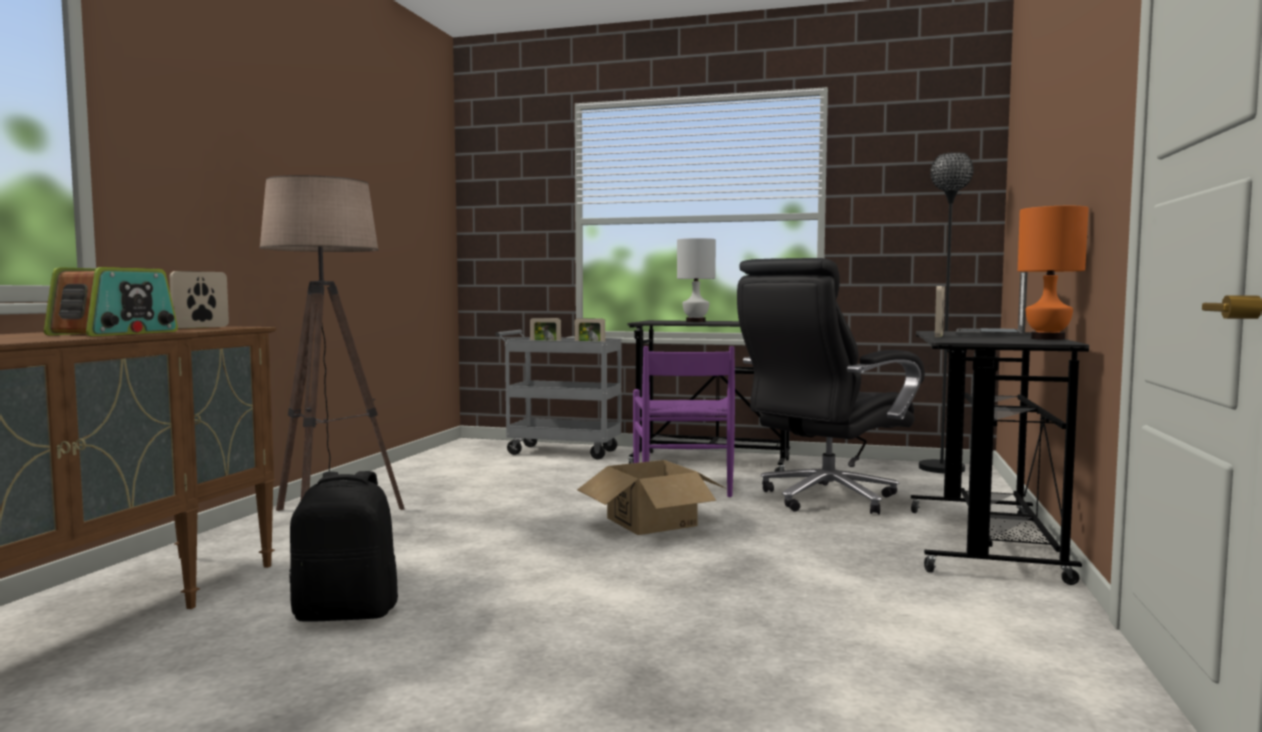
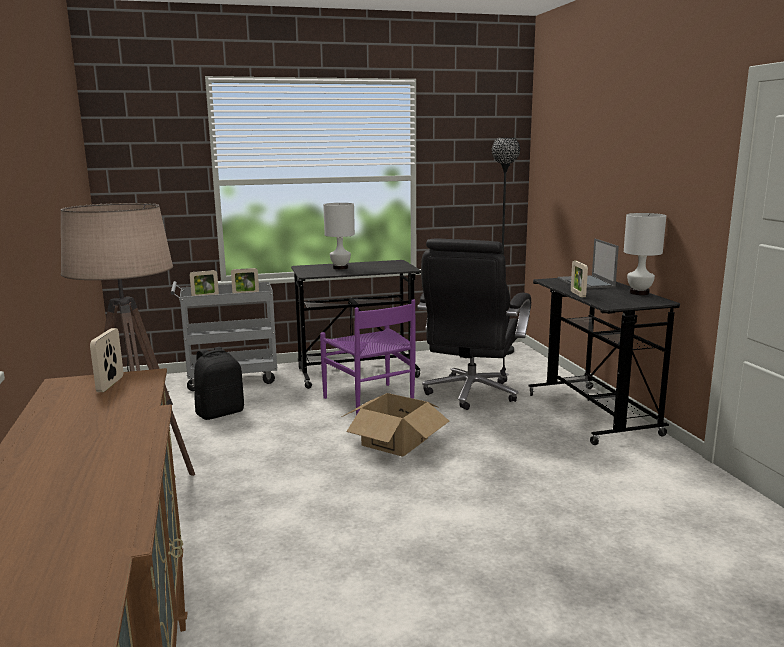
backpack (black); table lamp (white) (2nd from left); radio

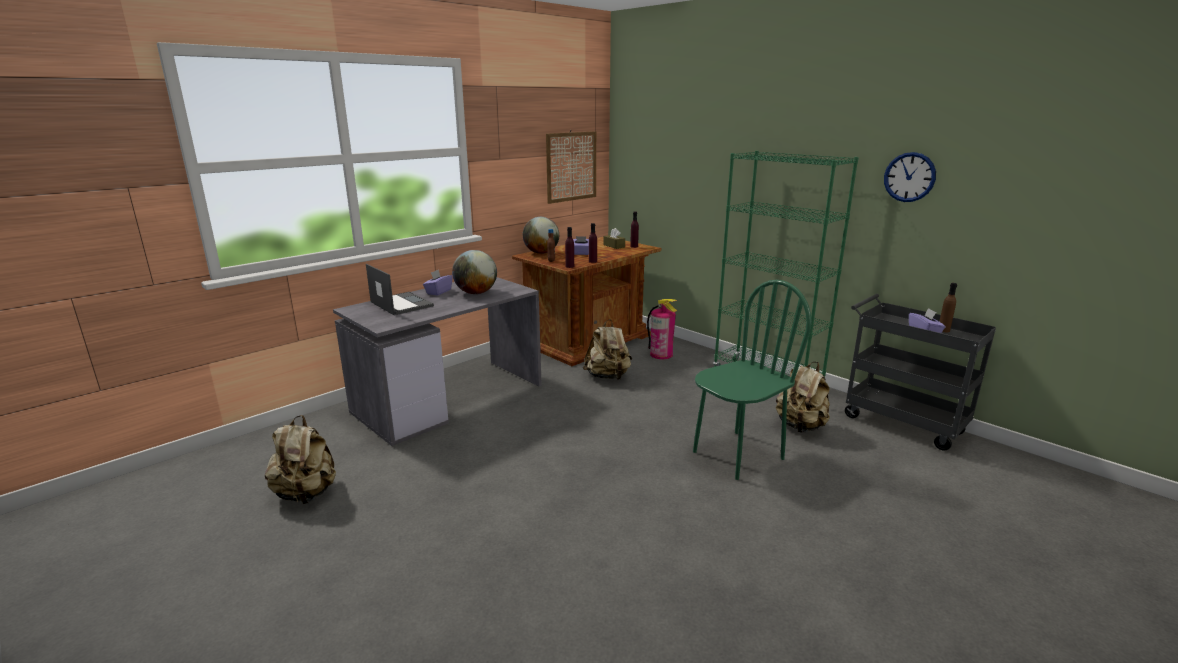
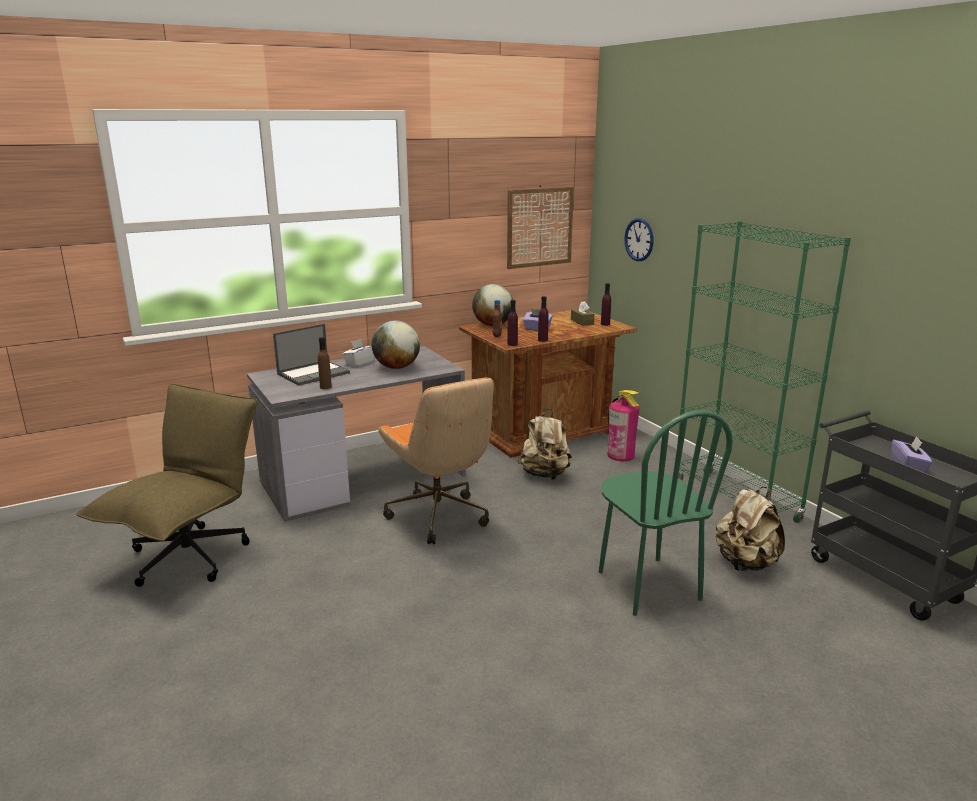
office chair (beige); laptop; bottle (brown) (1st from left); tissue box (white); office chair (orange); chair (green); wall clock

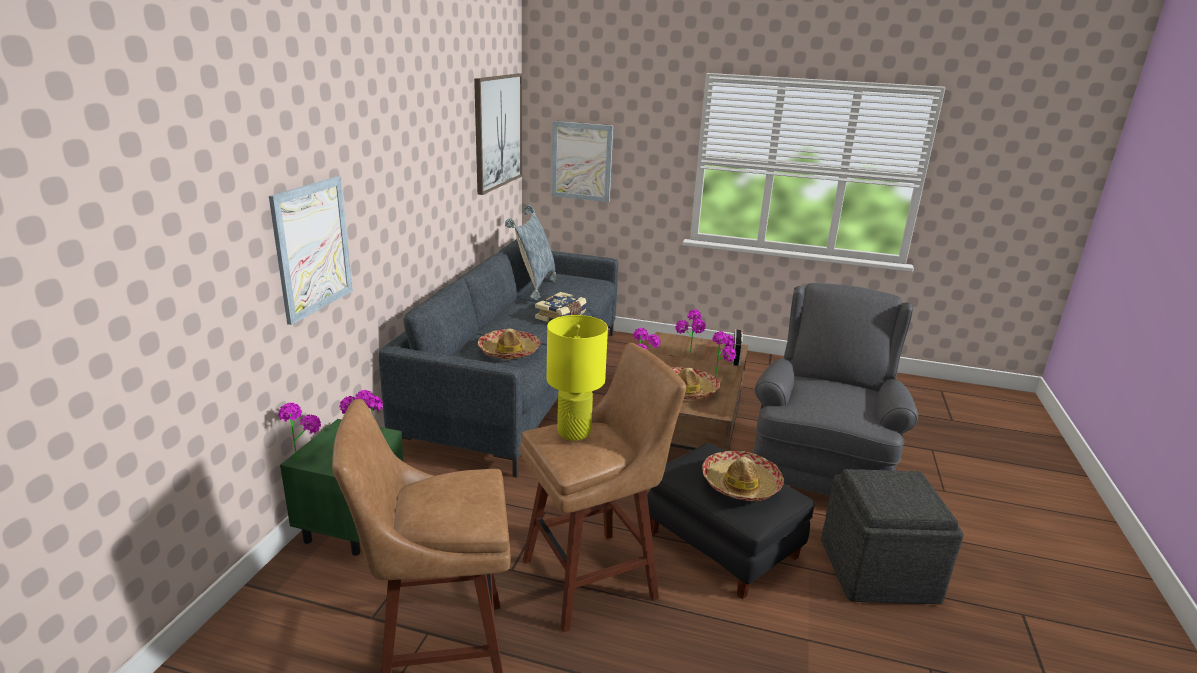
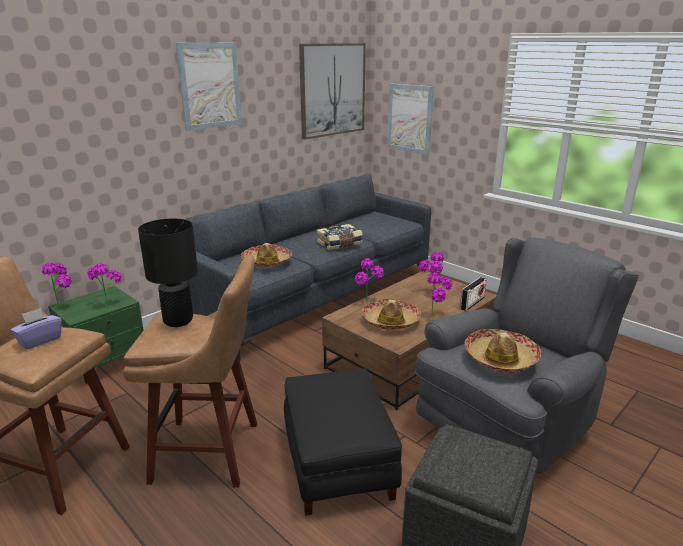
tissue box (purple); table lamp (black); picture (1st from left); hat (3rd from left); pillow

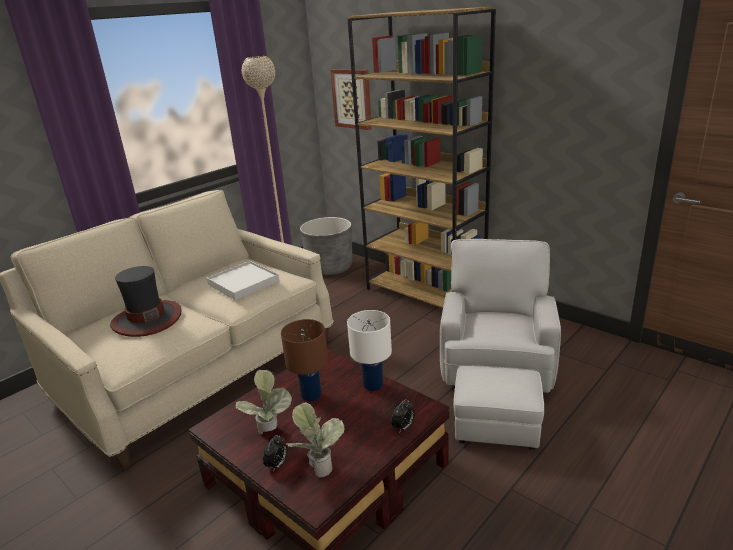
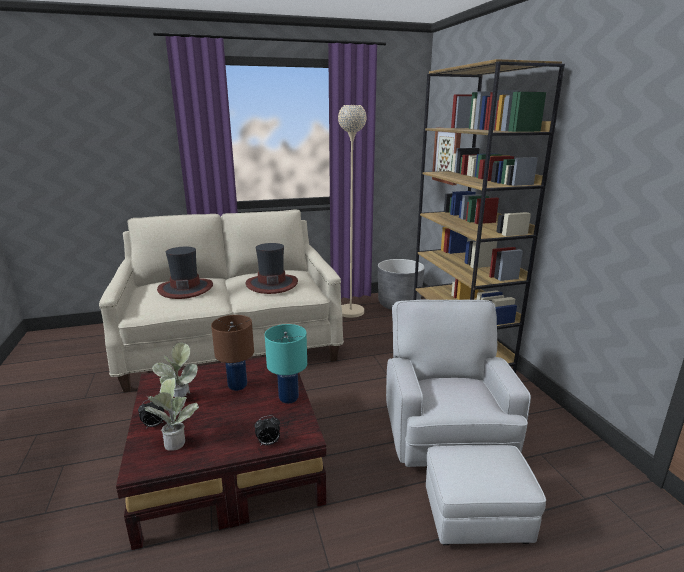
hat (2nd from left); table lamp (turquoise); armchair (white)

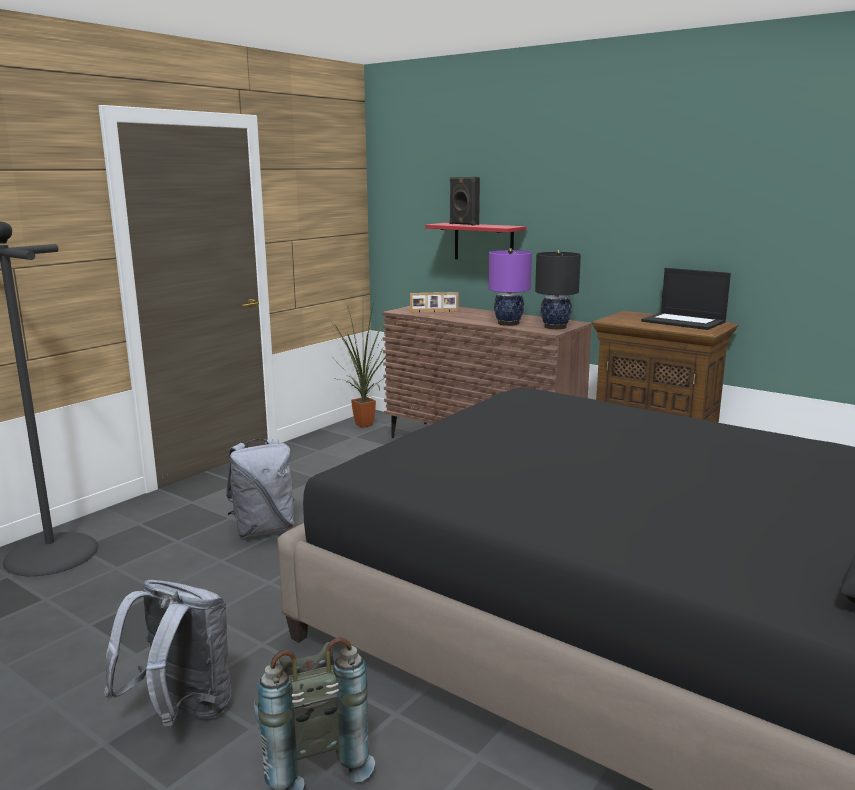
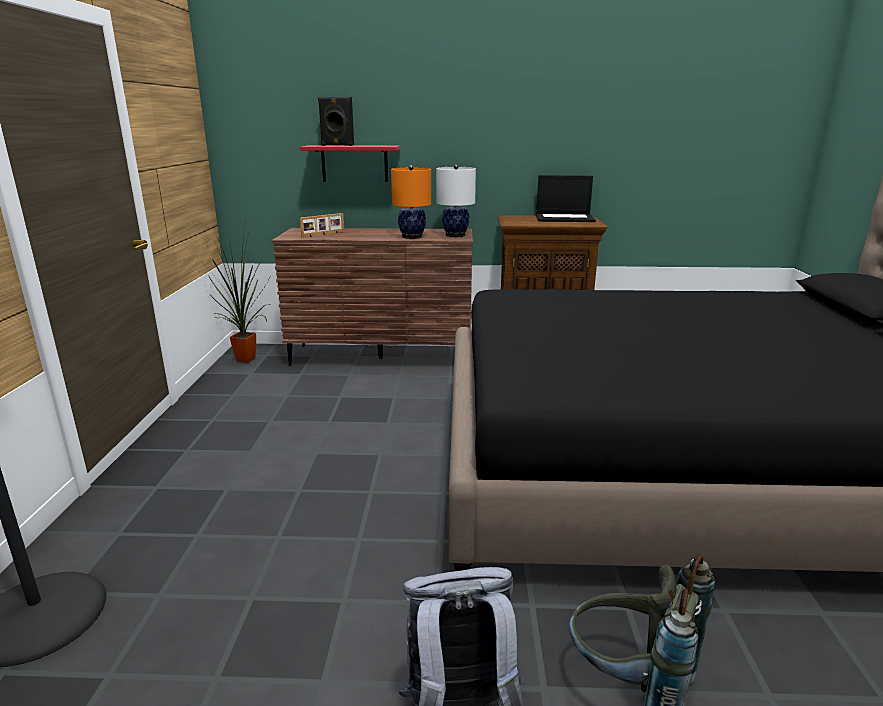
table lamp (orange); table lamp (white); backpack (grey) (2nd from left in the first image)

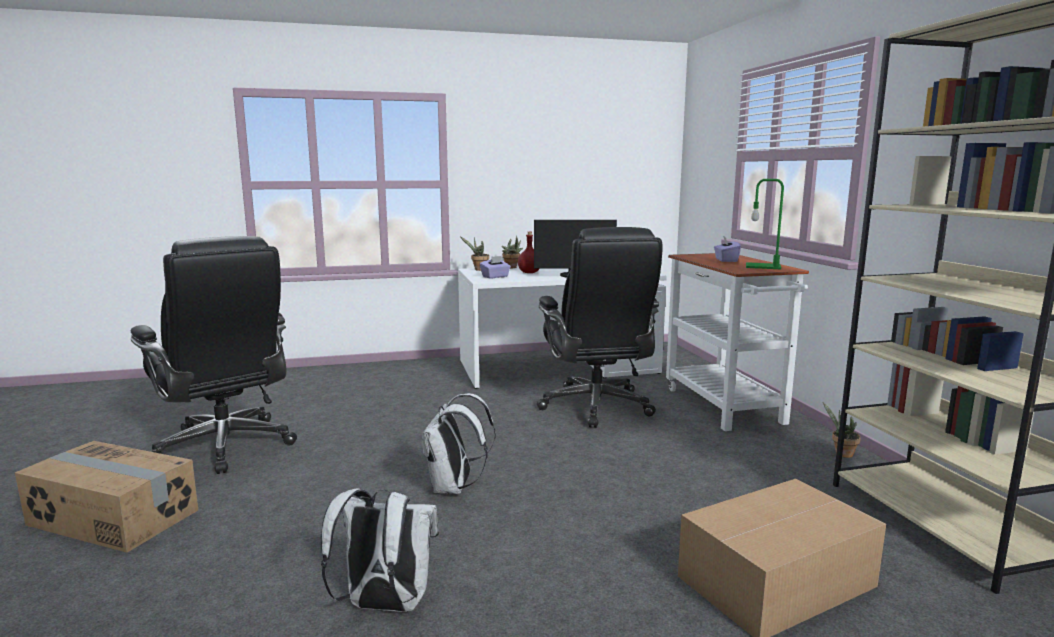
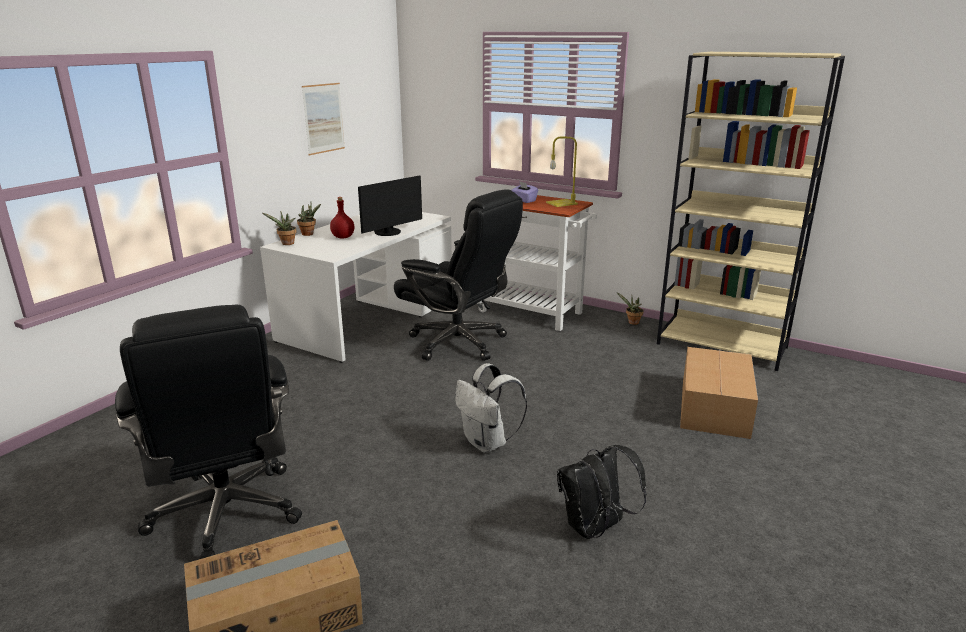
office chair (black) (1st from left); picture; table lamp (yellow); backpack (black); tissue box (purple) (1st from left in the first image)

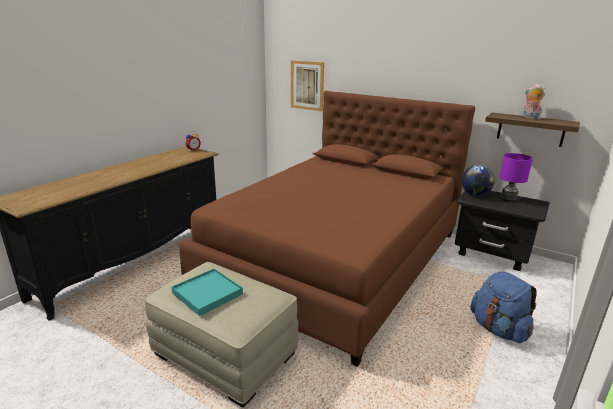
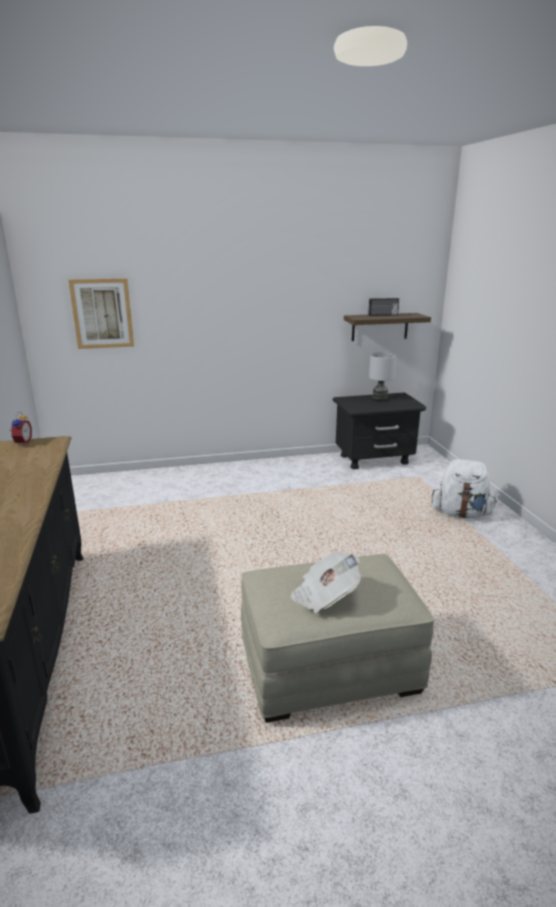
newspaper; radio; table lamp (grey); backpack (white); bed (brown); globe

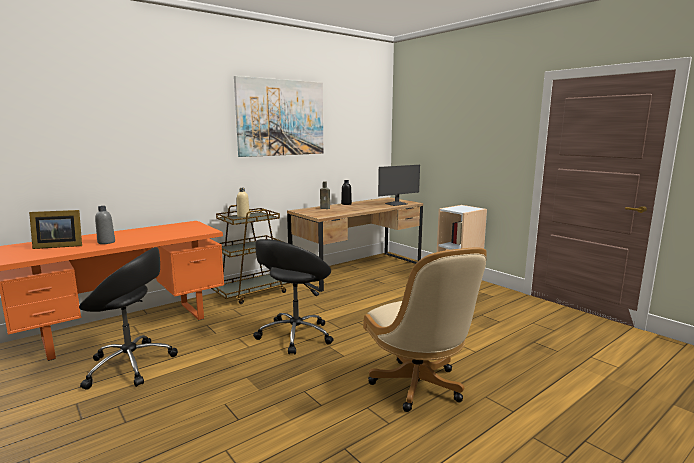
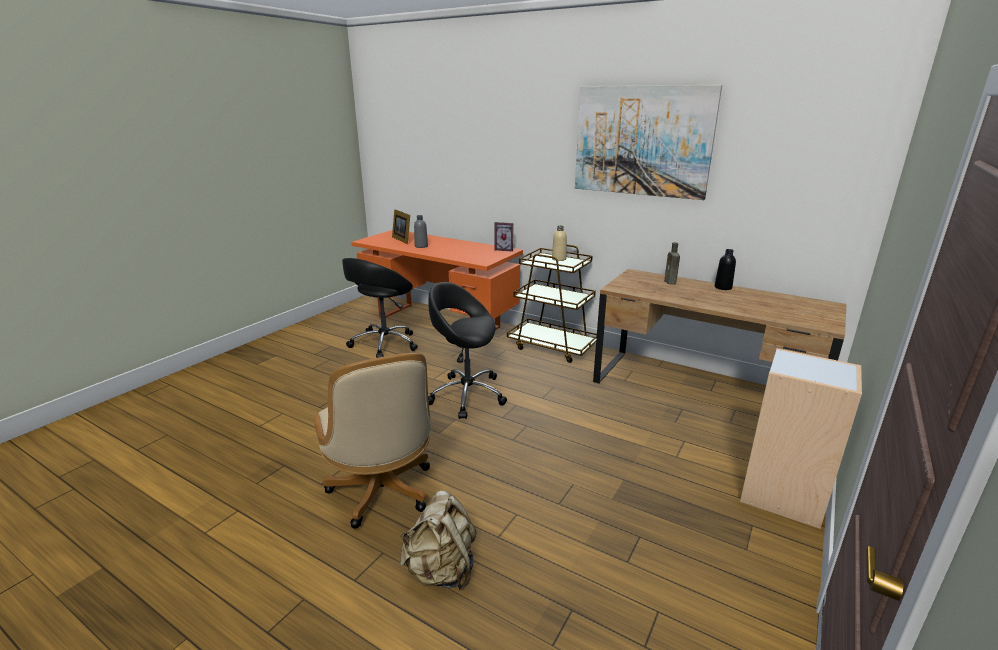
office chair (beige); office chair (black) (1st from left); backpack (beige); picture frame (2nd from left); monitor

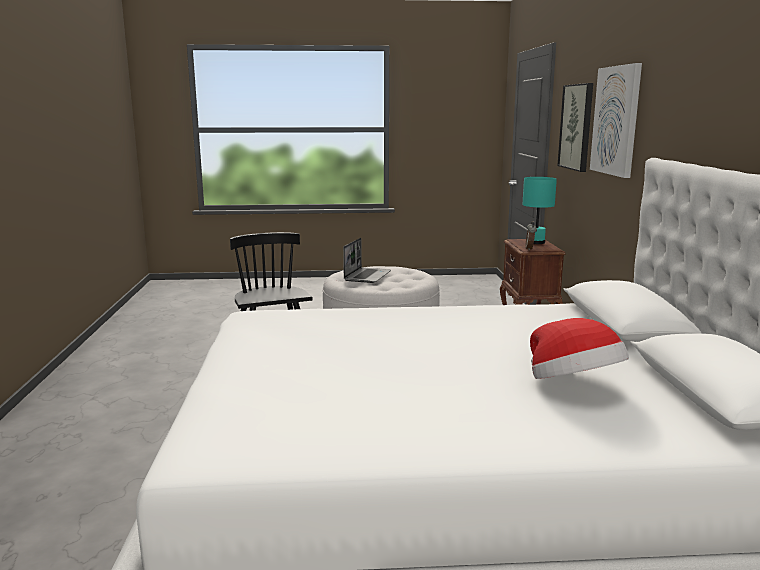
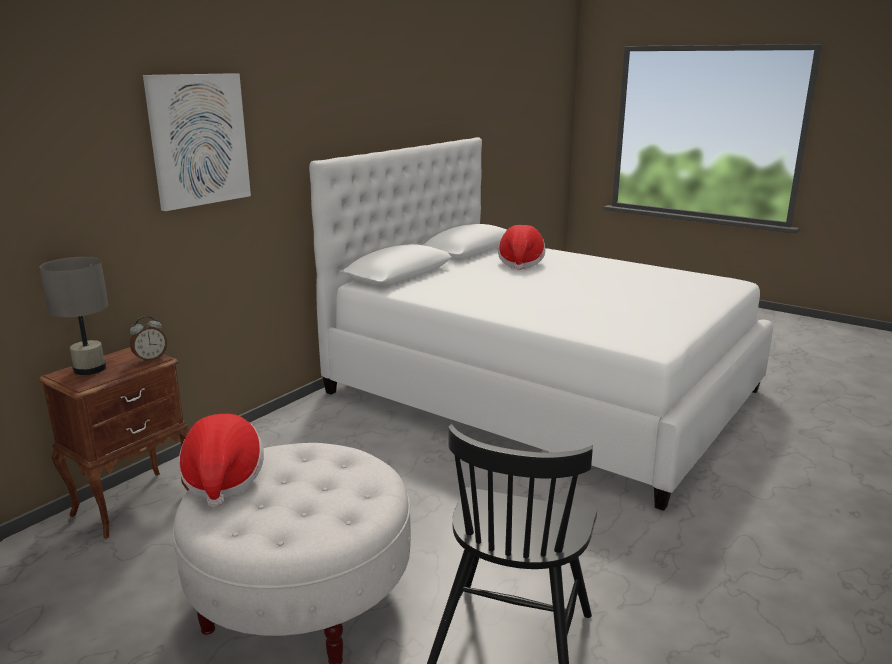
table lamp (grey); hat (1st from left); laptop; picture (1st from left in the first image)

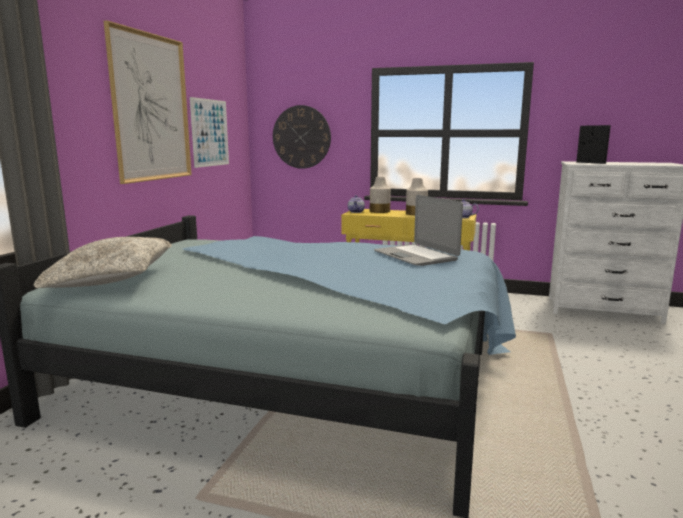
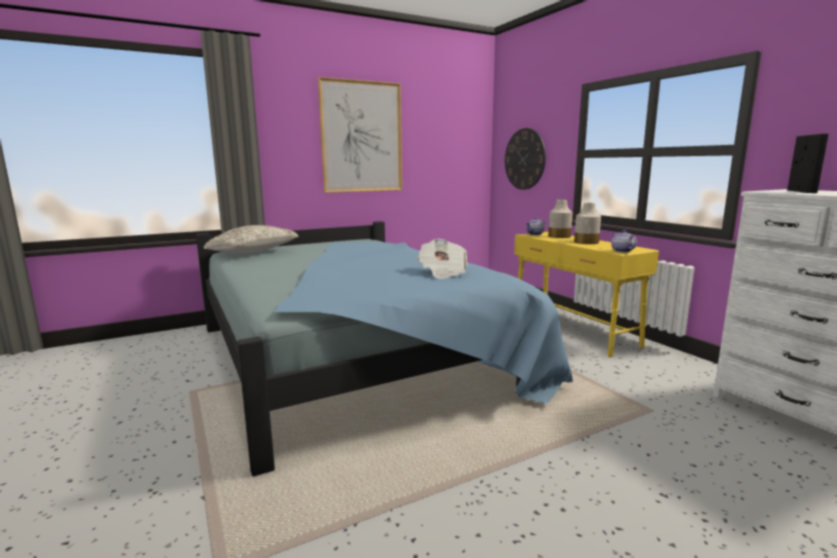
newspaper; picture (2nd from left in the first image)

